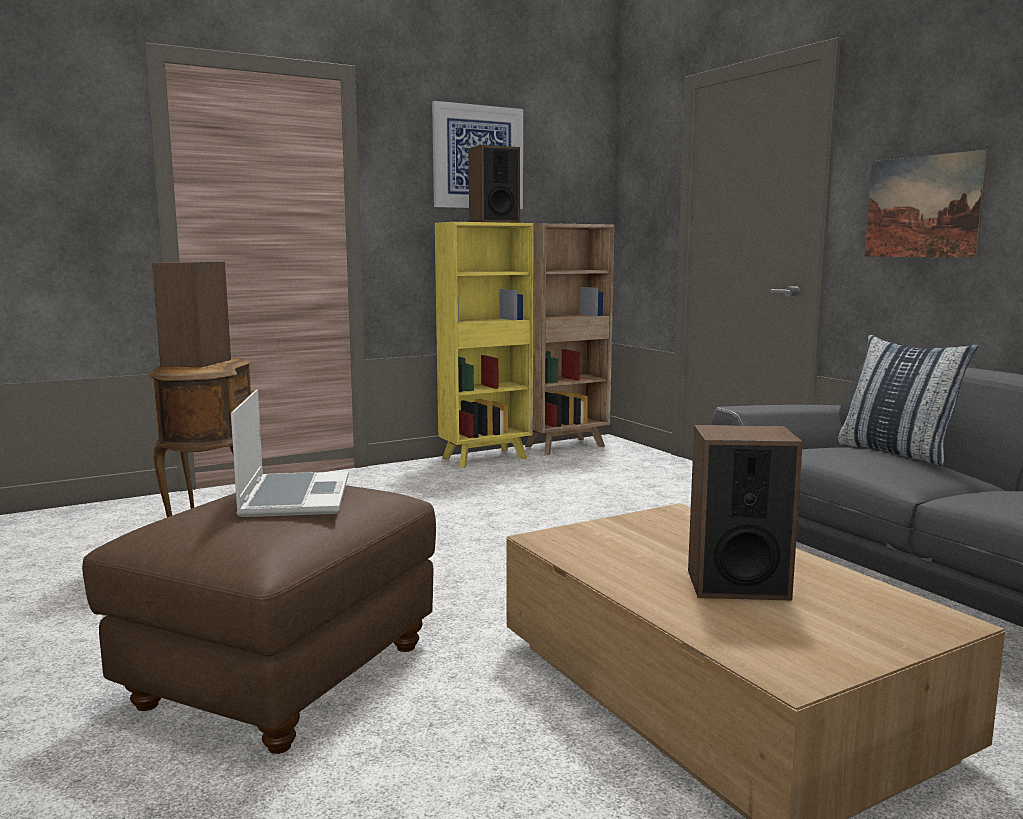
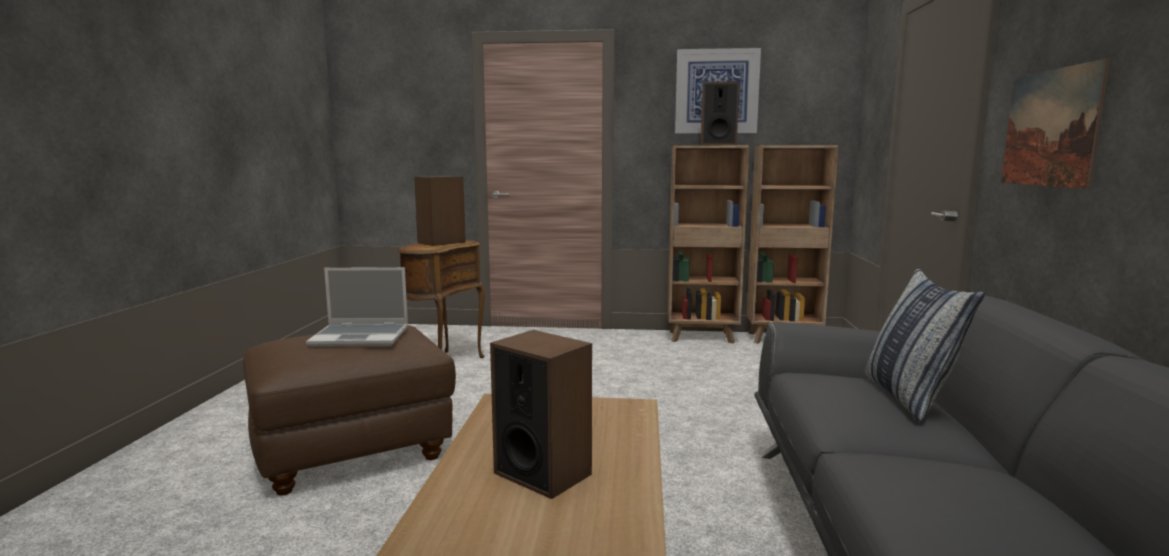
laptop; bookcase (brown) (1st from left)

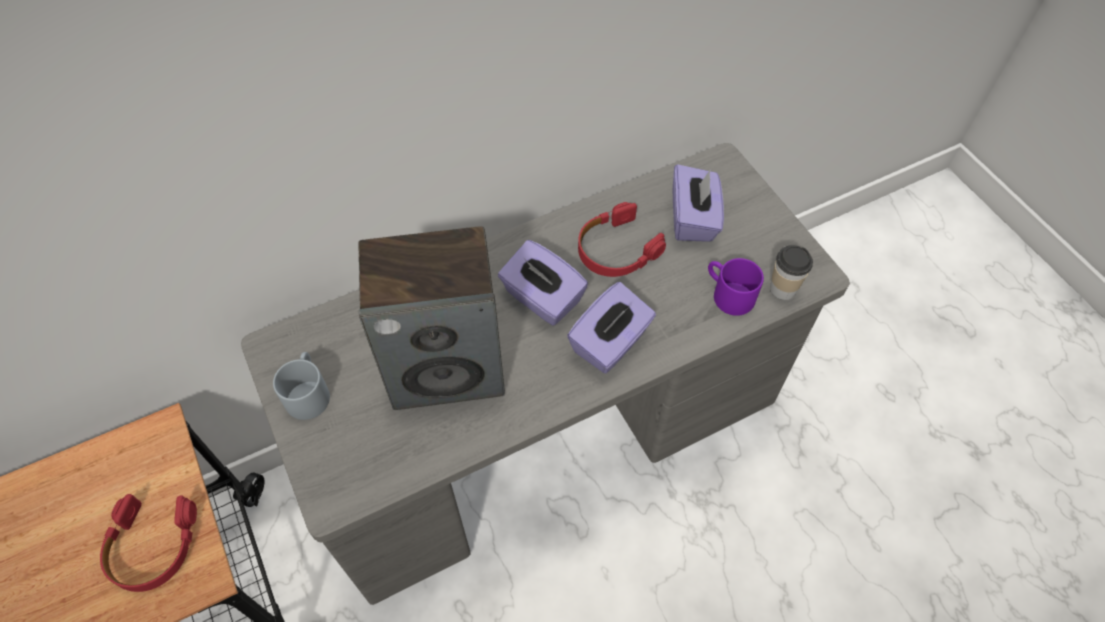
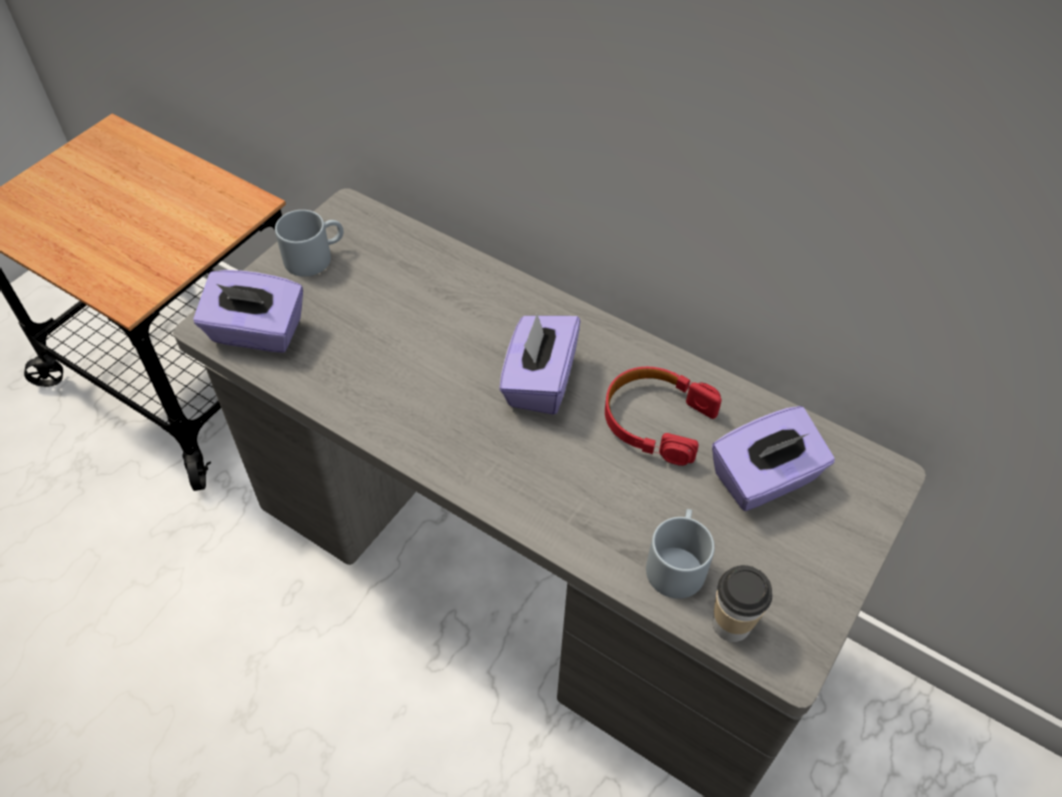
tissue box (purple) (1st from left); mug (grey) (2nd from left); headphones (red) (1st from left in the first image); speaker

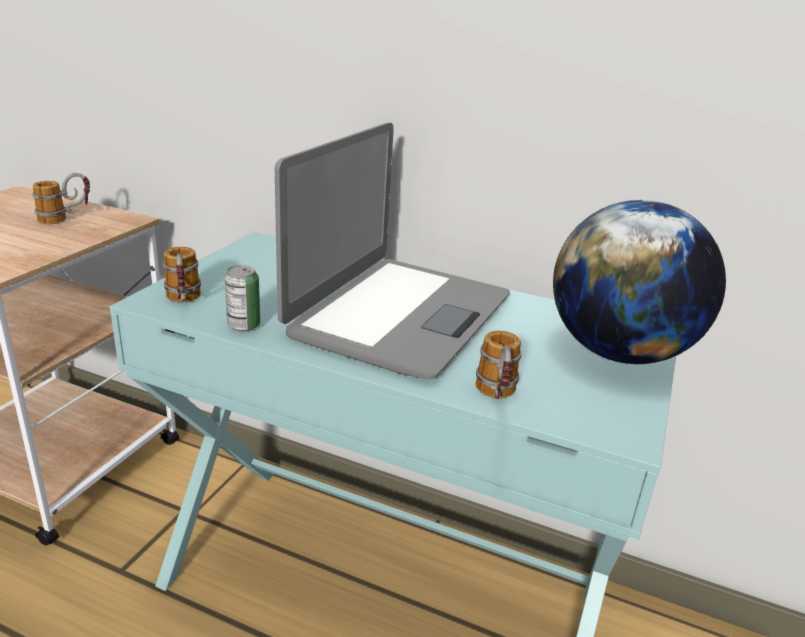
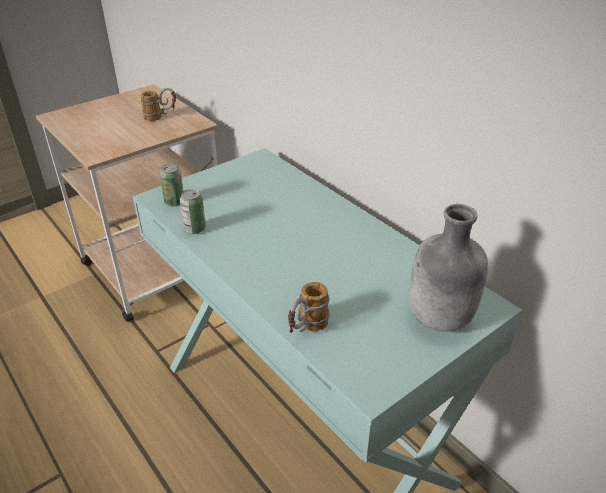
can (1st from left); bottle (grey); laptop

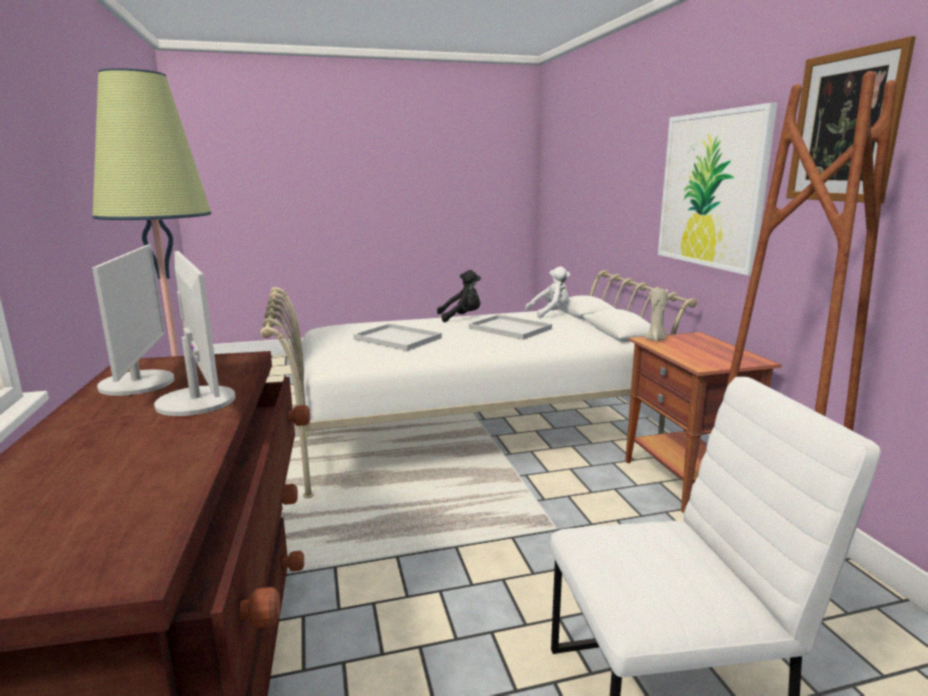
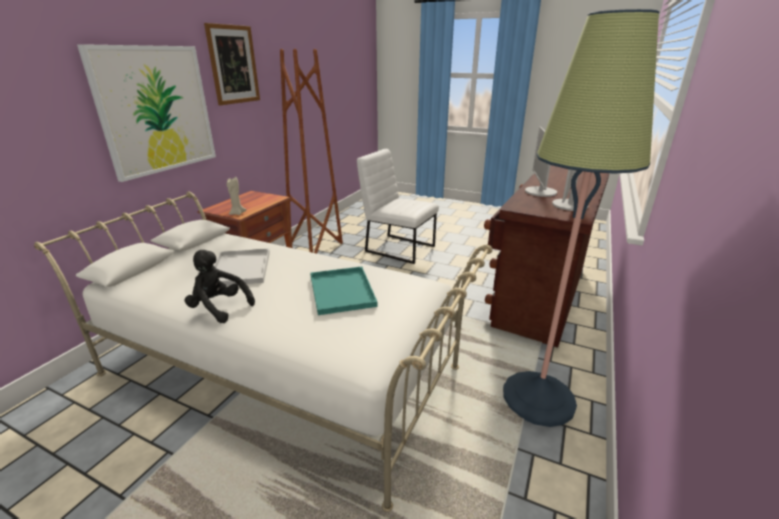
tray (turquoise); plush toy (white)

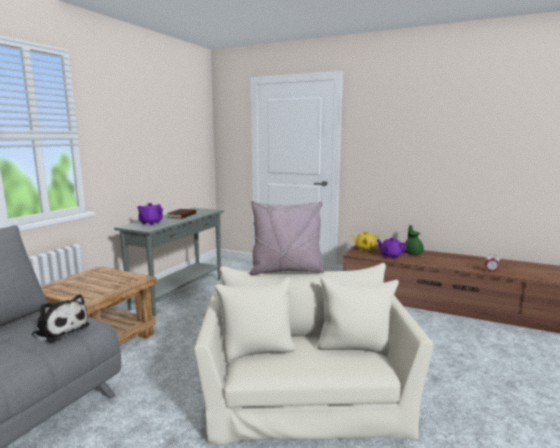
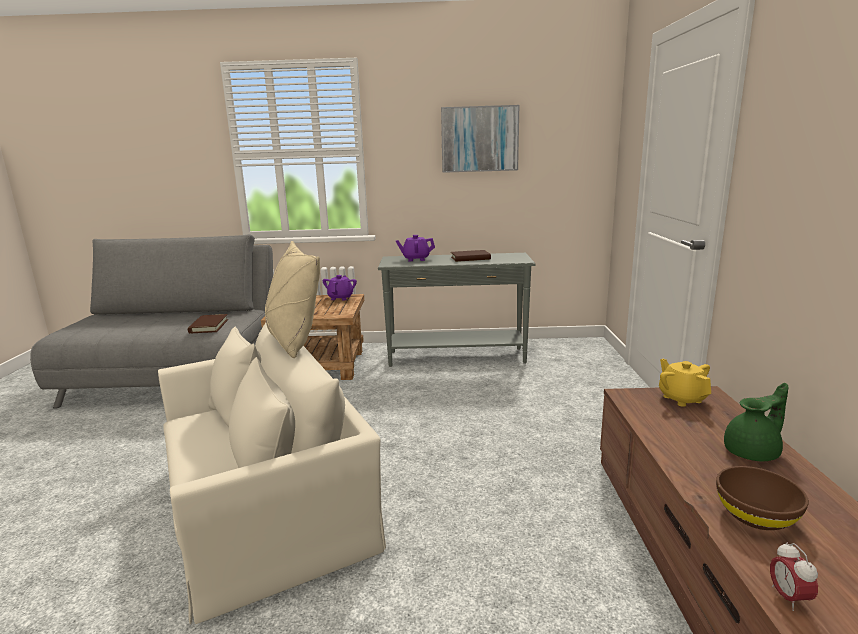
book (brown) (1st from left); pillow (beige); teapot (purple) (1st from left); picture; bowl (brown)

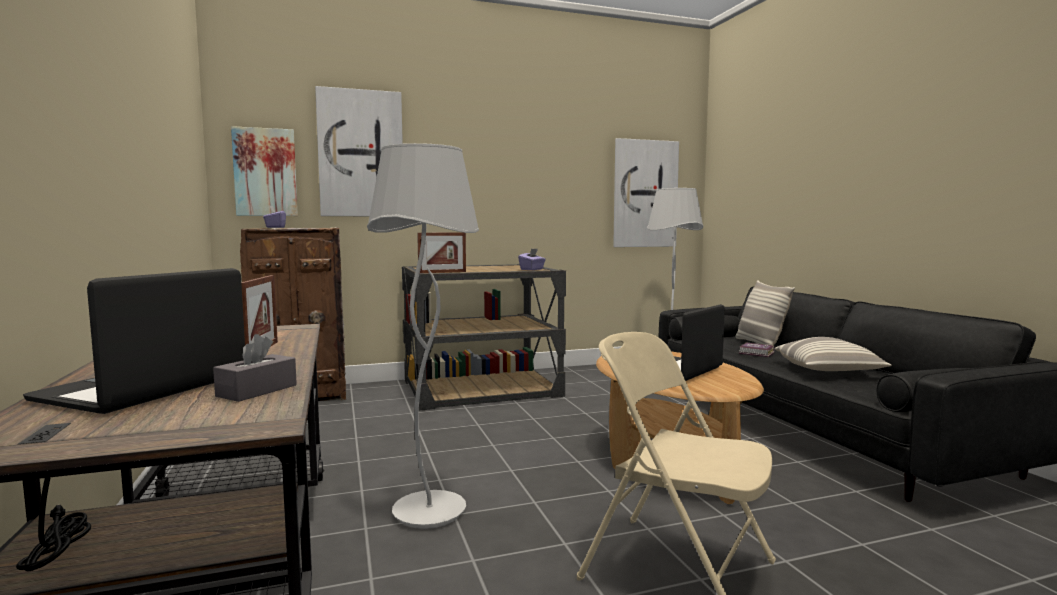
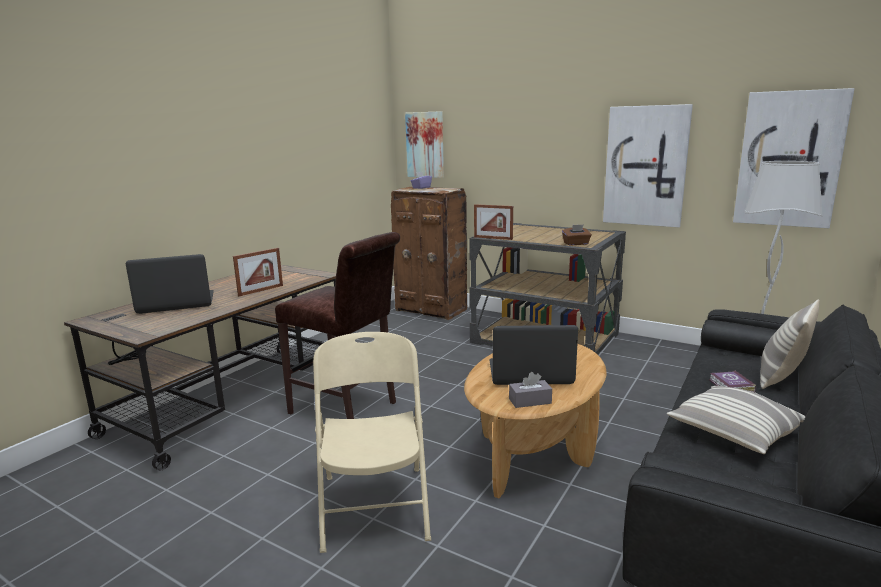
stool (brown); tissue box (grey); tissue box (brown); picture (2nd from left)

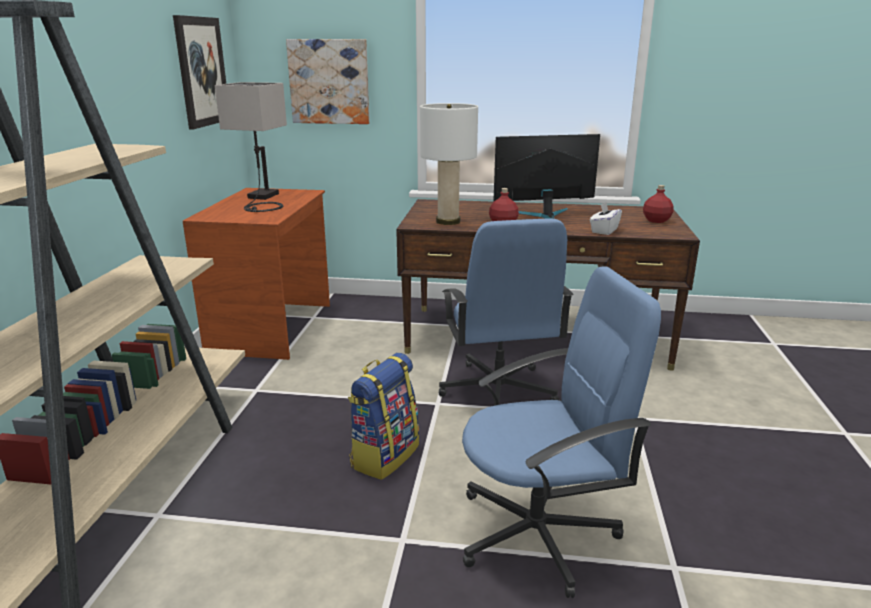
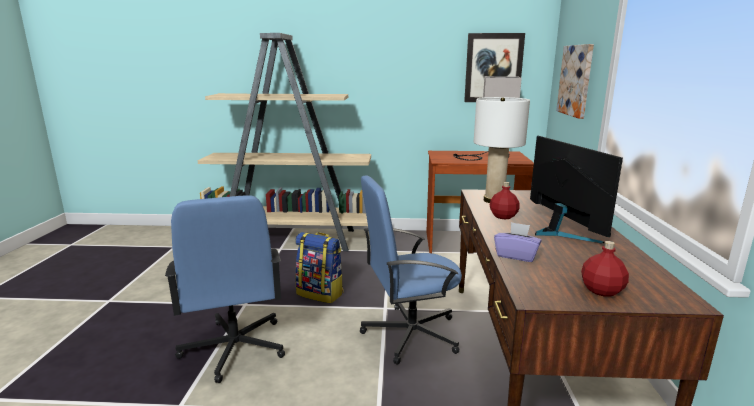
tissue box (purple)

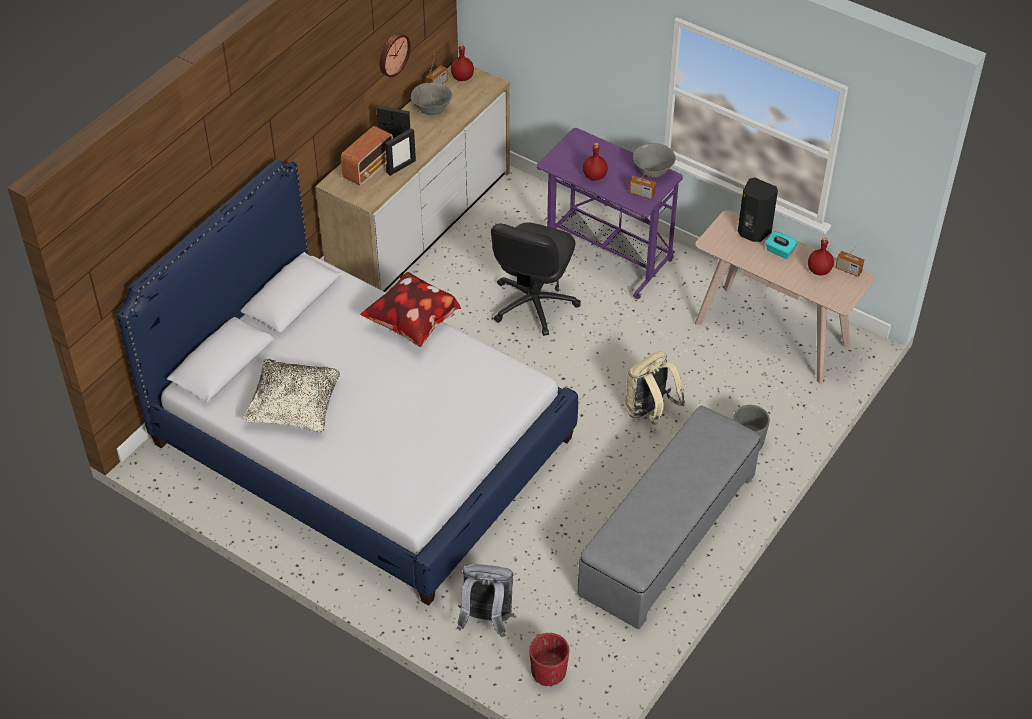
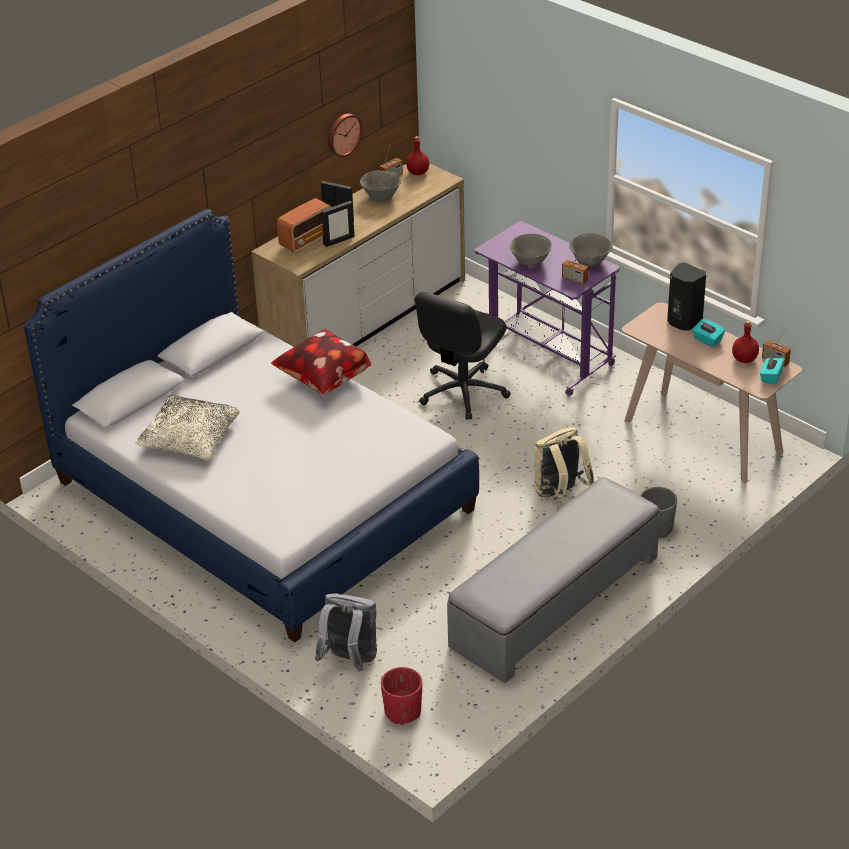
bowl (grey) (2nd from left); tissue box (turquoise) (2nd from left)

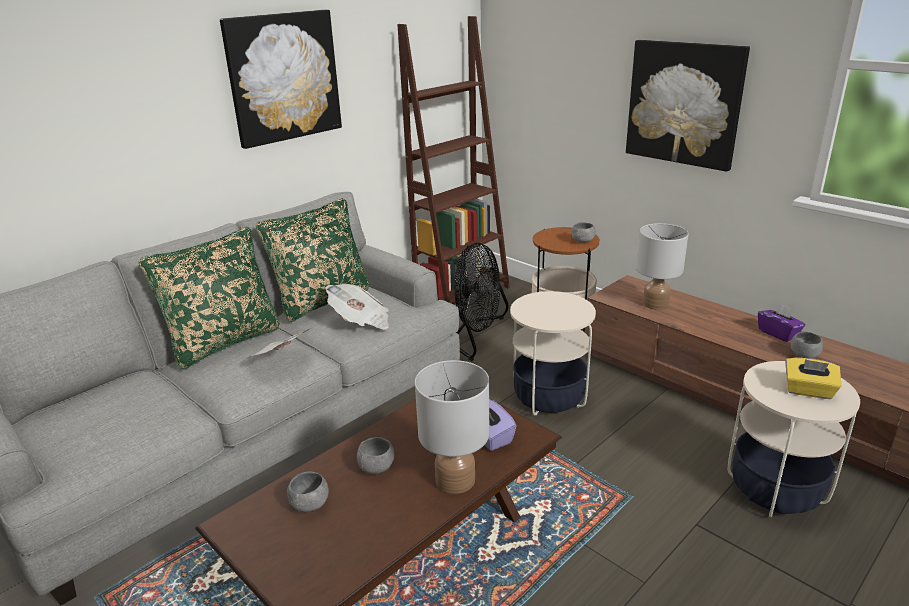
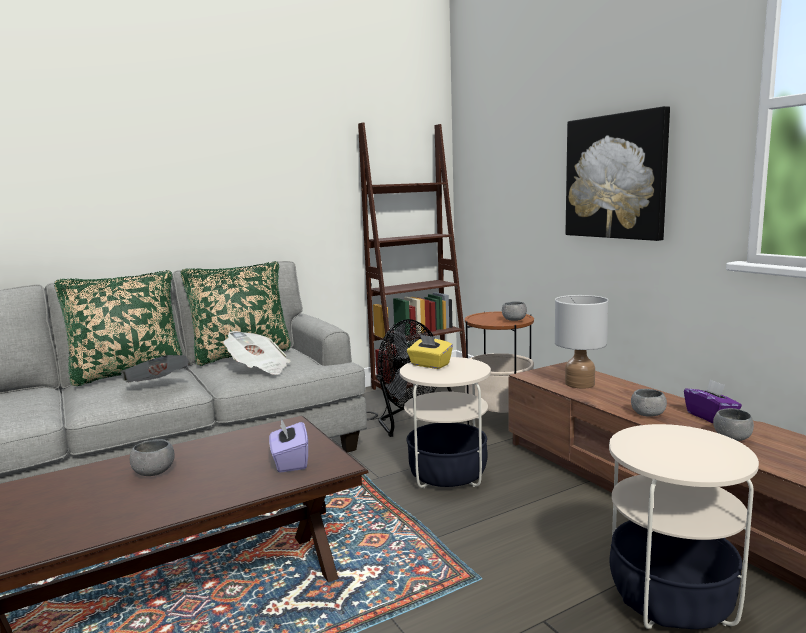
tissue box (yellow); bowl (grey) (3rd from left); picture (1st from left in the first image); table lamp (grey) (1st from left in the first image)

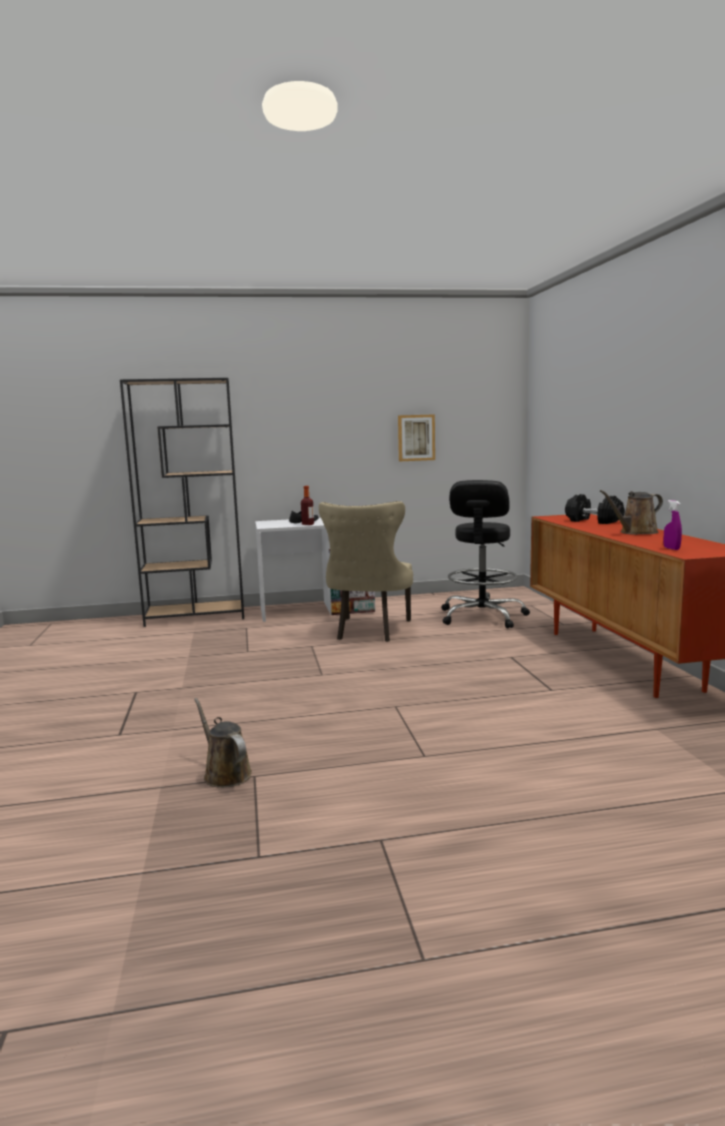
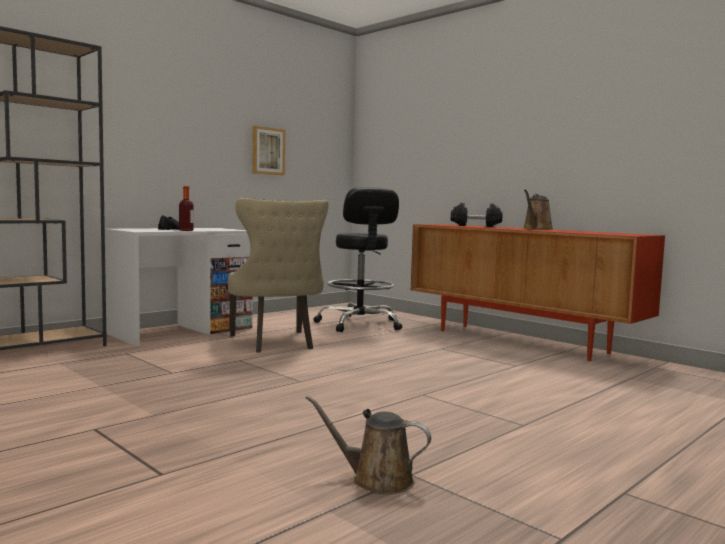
spray bottle (purple)

